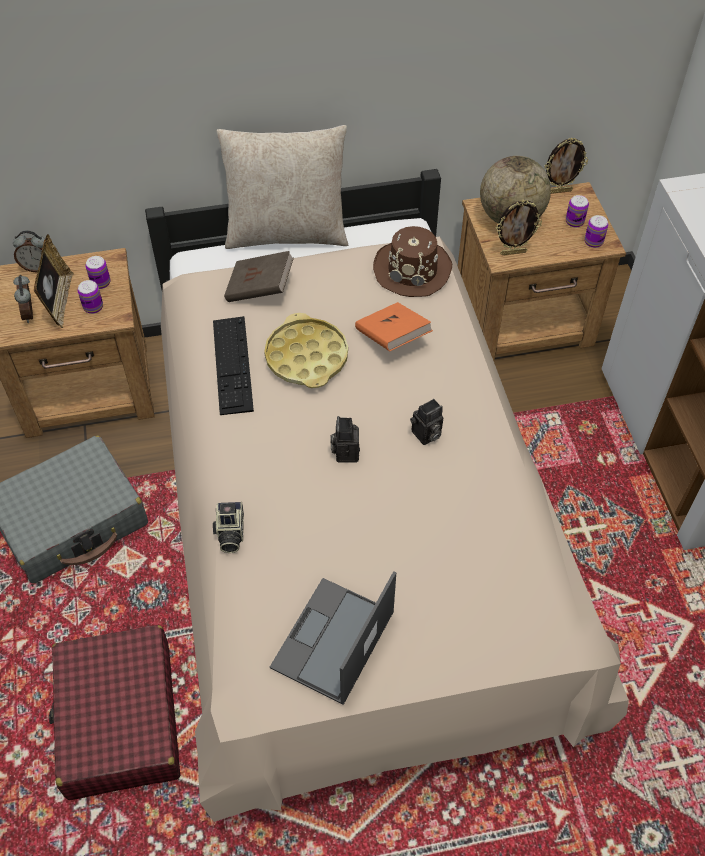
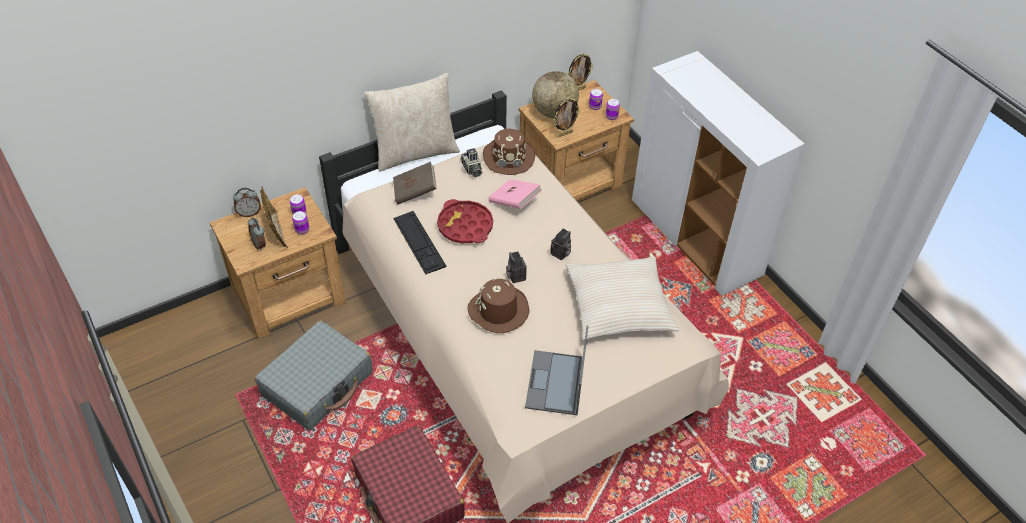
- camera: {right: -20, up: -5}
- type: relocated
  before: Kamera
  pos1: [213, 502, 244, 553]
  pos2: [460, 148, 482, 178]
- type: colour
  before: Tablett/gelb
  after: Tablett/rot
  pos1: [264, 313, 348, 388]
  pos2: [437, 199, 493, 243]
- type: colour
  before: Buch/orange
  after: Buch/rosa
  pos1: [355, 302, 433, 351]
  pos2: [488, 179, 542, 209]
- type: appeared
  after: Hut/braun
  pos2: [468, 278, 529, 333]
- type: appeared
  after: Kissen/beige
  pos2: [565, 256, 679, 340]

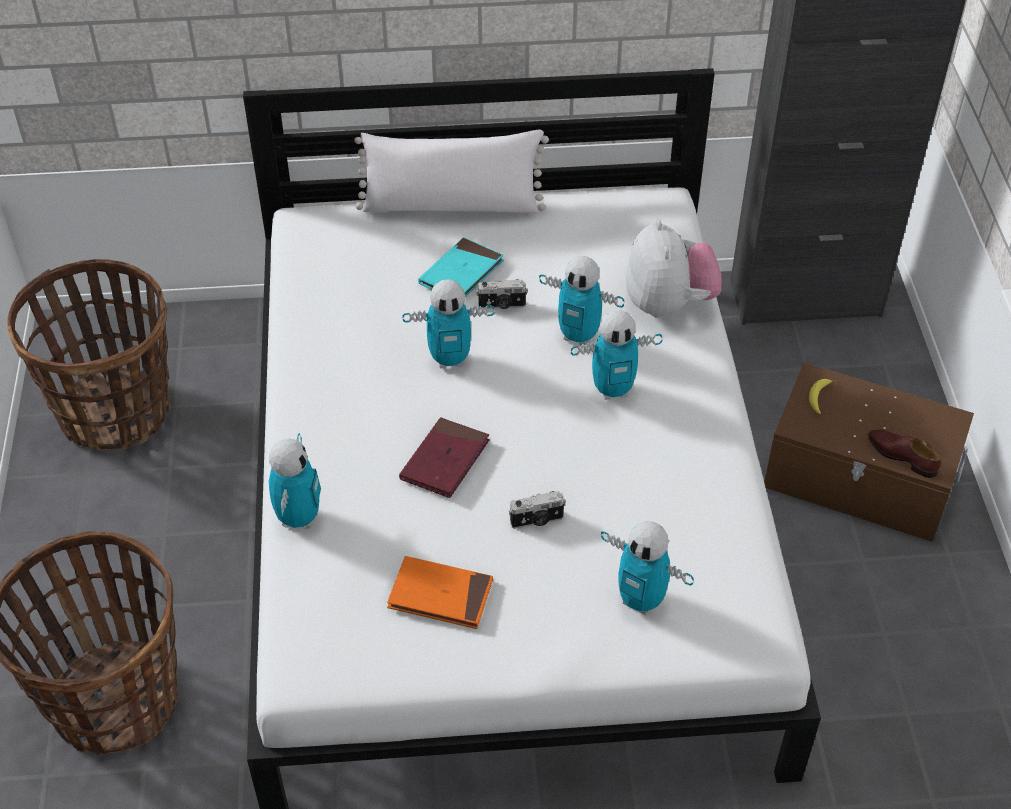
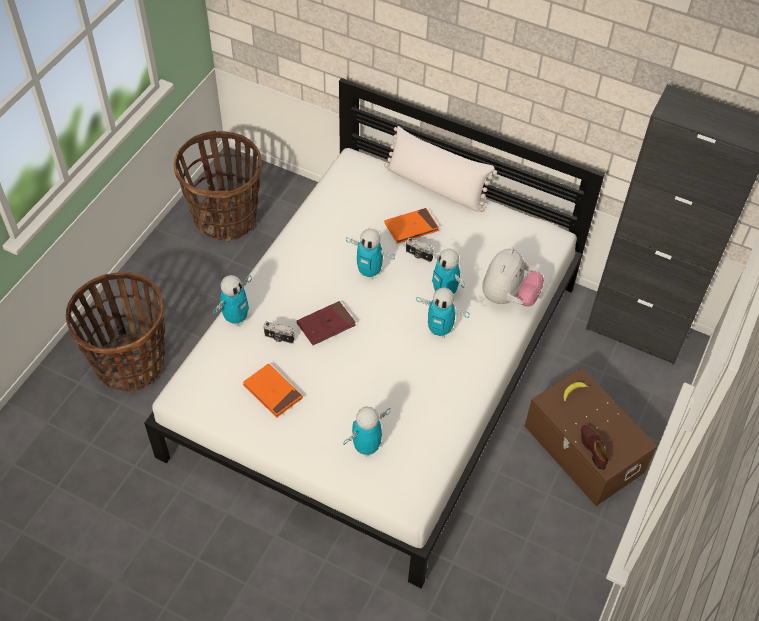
- camera: {right: 30, up: 5}
- type: colour
  before: Buch/türkis
  after: Buch/orange
  pos1: [418, 237, 504, 298]
  pos2: [385, 208, 439, 244]
- type: relocated
  before: Kamera
  pos1: [508, 491, 566, 529]
  pos2: [263, 321, 295, 344]
- type: spun
  before: Spielzeugroboter
  pos1: [601, 521, 694, 615]
  pos2: [343, 406, 391, 457]
  turn: 75

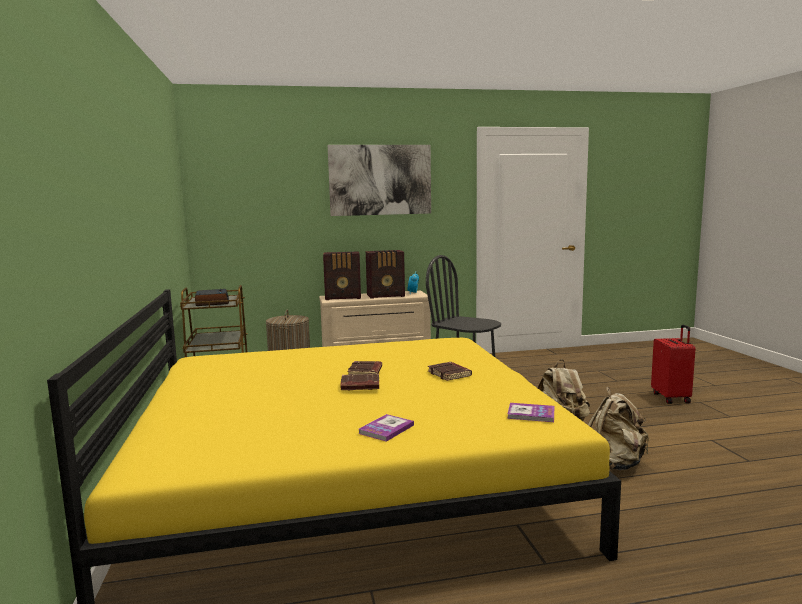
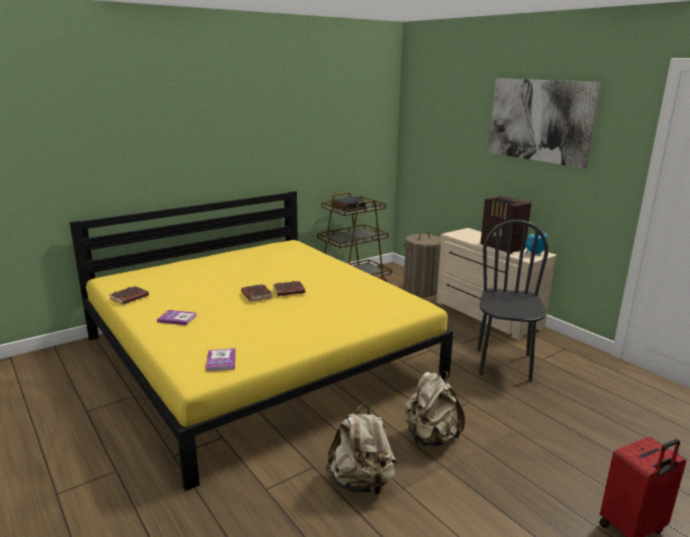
- camera: {right: 65, up: 10}
- type: missing
  before: Radio
  pos1: [323, 251, 361, 300]
- type: relocated
  before: Buch/braun
  pos1: [428, 362, 472, 381]
  pos2: [109, 286, 149, 304]

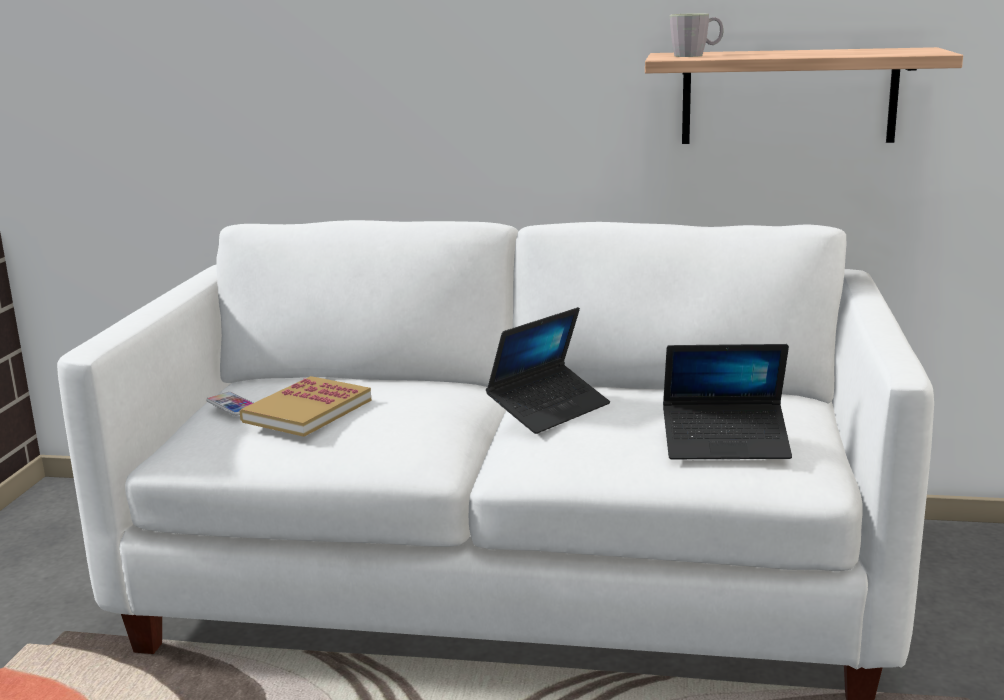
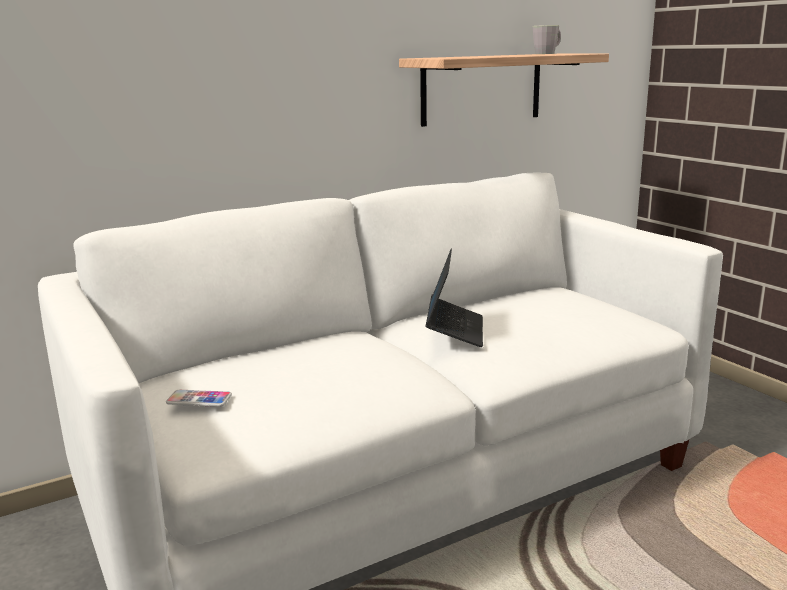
- camera: {right: -40, up: 0}
- type: missing
  before: Buch
  pos1: [239, 376, 372, 437]
- type: missing
  before: Laptop
  pos1: [663, 344, 792, 459]
- type: relocated
  before: Henkelbecher/grau
  pos1: [670, 13, 723, 57]
  pos2: [533, 25, 561, 54]

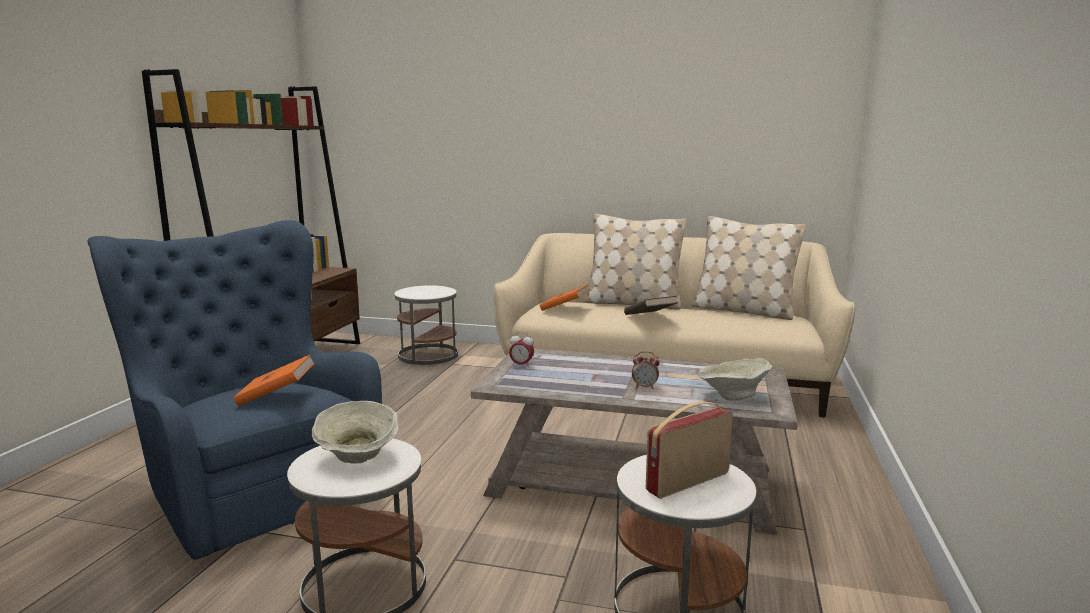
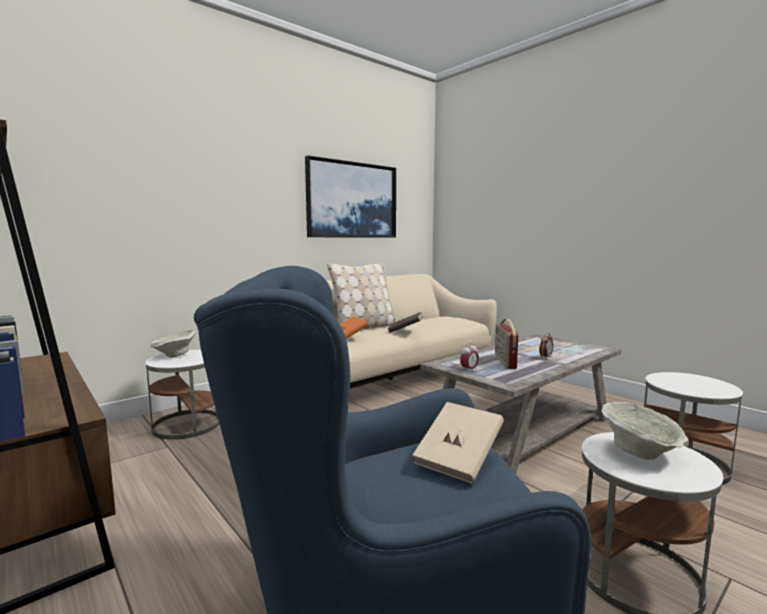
- camera: {right: -55, up: -5}
- type: colour
  before: Buch/orange
  after: Buch/beige
  pos1: [234, 355, 315, 406]
  pos2: [413, 402, 504, 484]
- type: relocated
  before: Radio
  pos1: [646, 402, 733, 499]
  pos2: [495, 319, 518, 369]
- type: missing
  before: Kissen/beige
  pos1: [692, 216, 807, 320]
- type: relocated
  before: Schüssel/beige
  pos1: [698, 358, 772, 401]
  pos2: [150, 330, 196, 357]
- type: appeared
  after: Bild
  pos2: [305, 155, 396, 238]

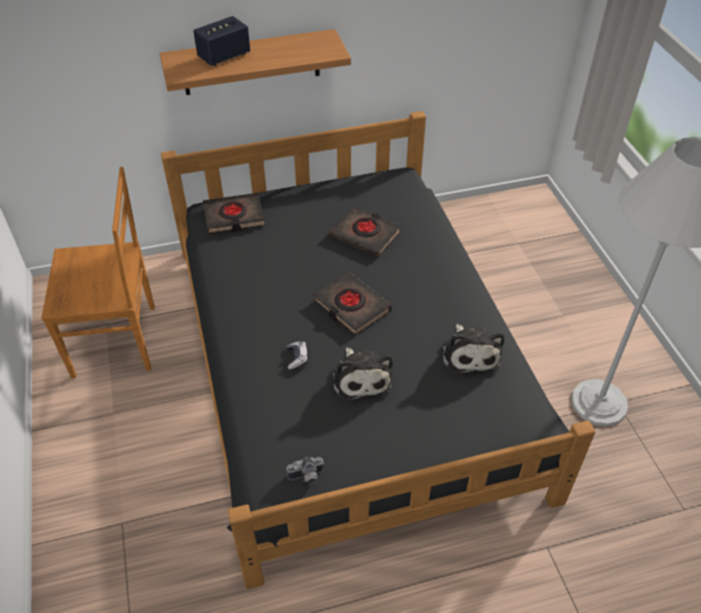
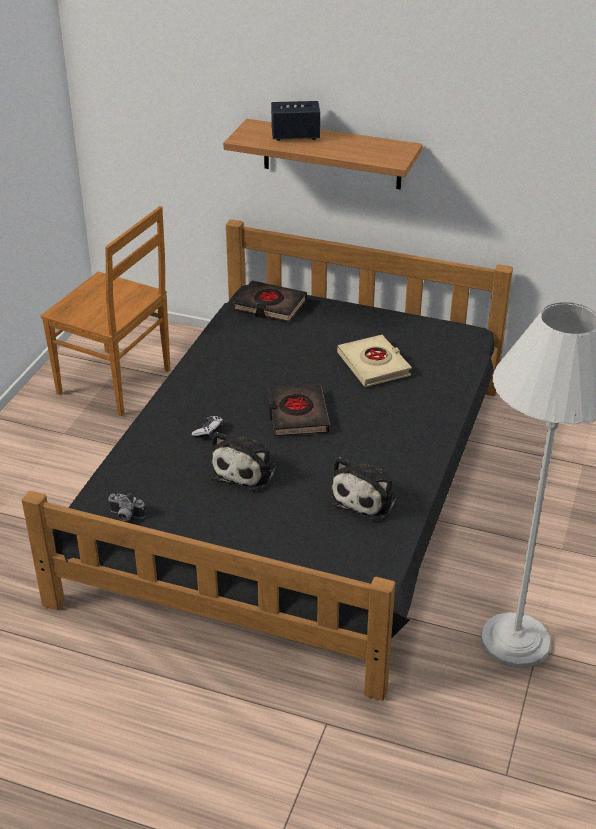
- camera: {right: 35, up: -10}
- type: colour
  before: Buch/schwarz
  after: Buch/beige
  pos1: [329, 206, 401, 258]
  pos2: [337, 335, 412, 387]

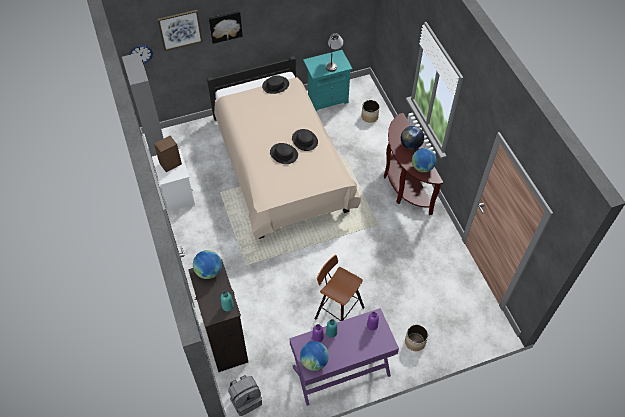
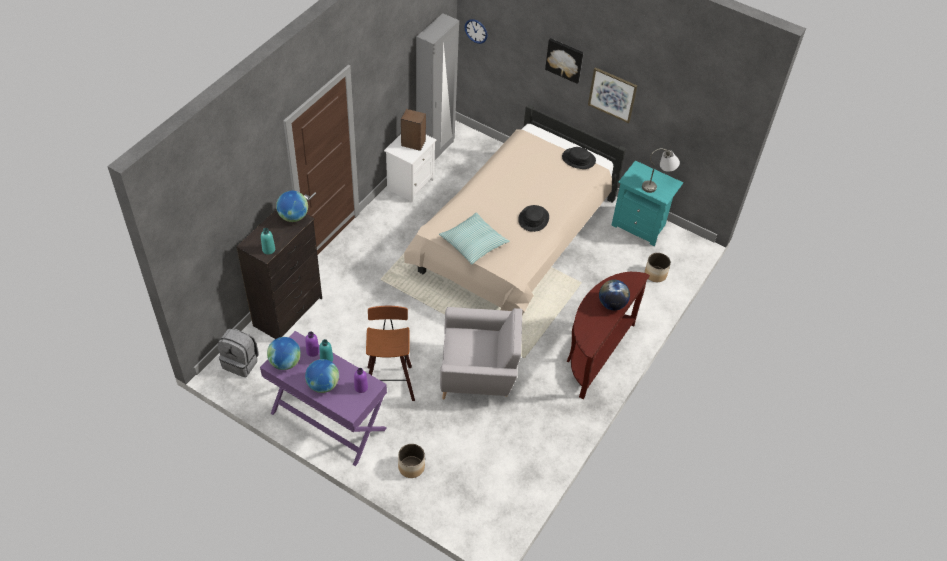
- camera: {right: 50, up: -5}
- type: relocated
  before: Bild
  pos1: [157, 10, 203, 51]
  pos2: [588, 67, 637, 123]
- type: missing
  before: Hut/schwarz
  pos1: [270, 143, 298, 164]
- type: relocated
  before: Globus
  pos1: [412, 148, 436, 173]
  pos2: [305, 359, 339, 393]
- type: appeared
  after: Kissen
  pos2: [439, 213, 510, 265]
- type: appeared
  after: Sessel/grau
  pos2: [440, 307, 522, 399]

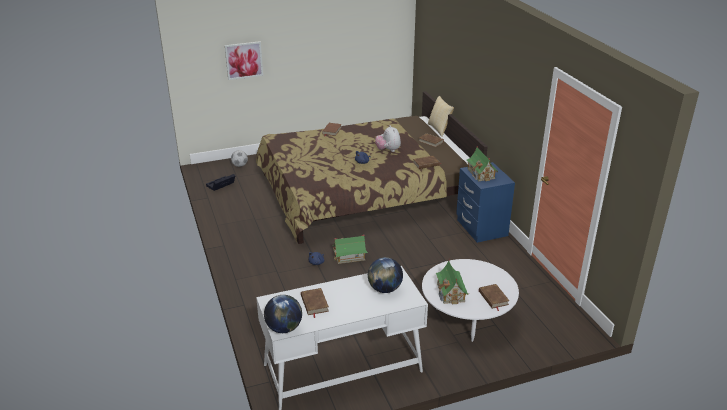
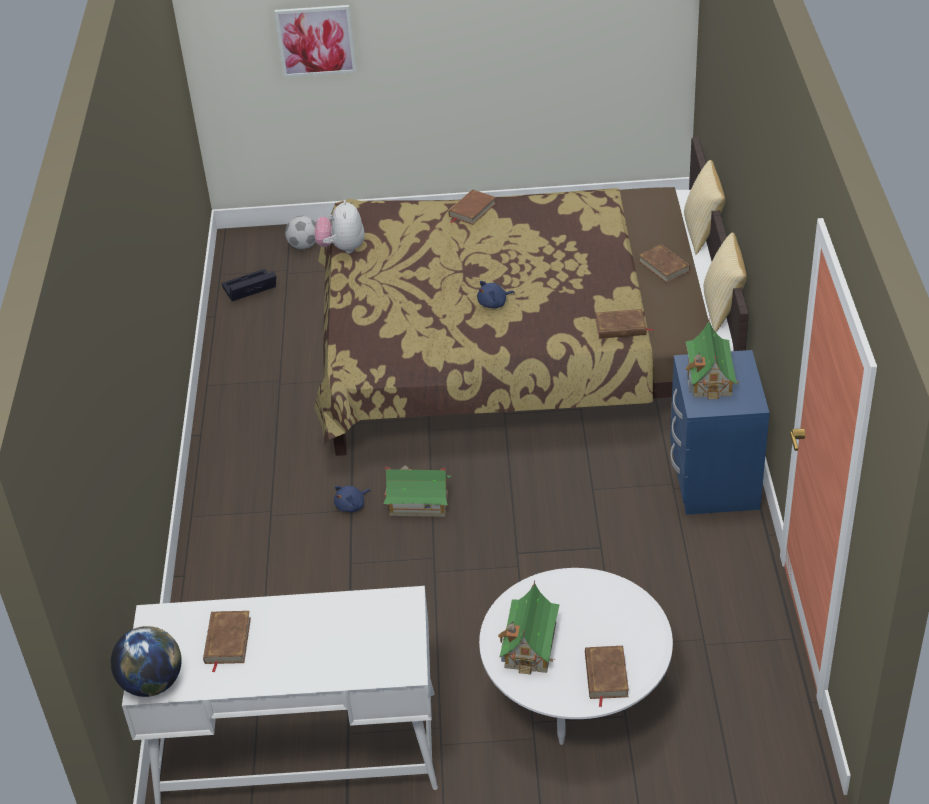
- camera: {right: 20, up: 10}
- type: missing
  before: Globus
  pos1: [368, 257, 403, 293]
- type: relocated
  before: Plüschtier
  pos1: [375, 125, 401, 152]
  pos2: [314, 200, 365, 253]
- type: appeared
  after: Kissen
  pos2: [704, 232, 747, 332]

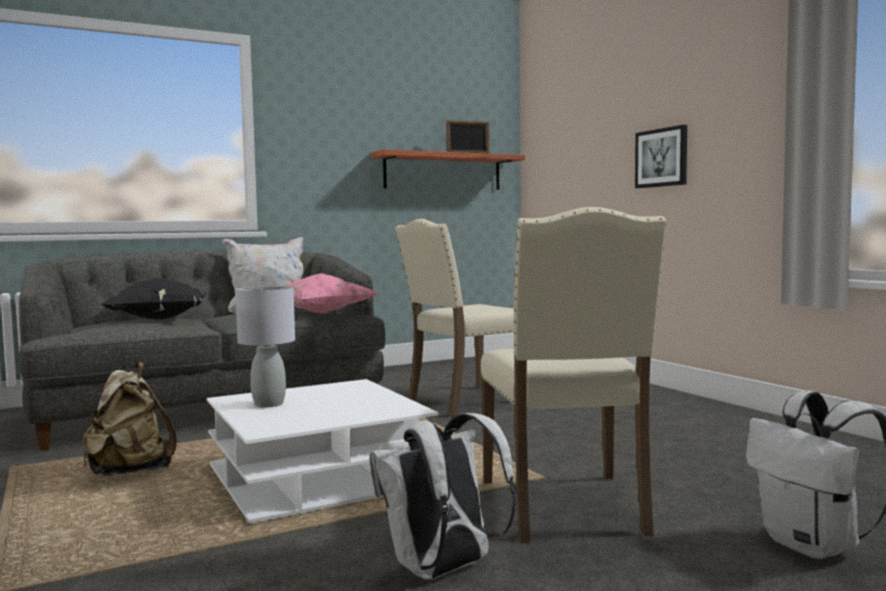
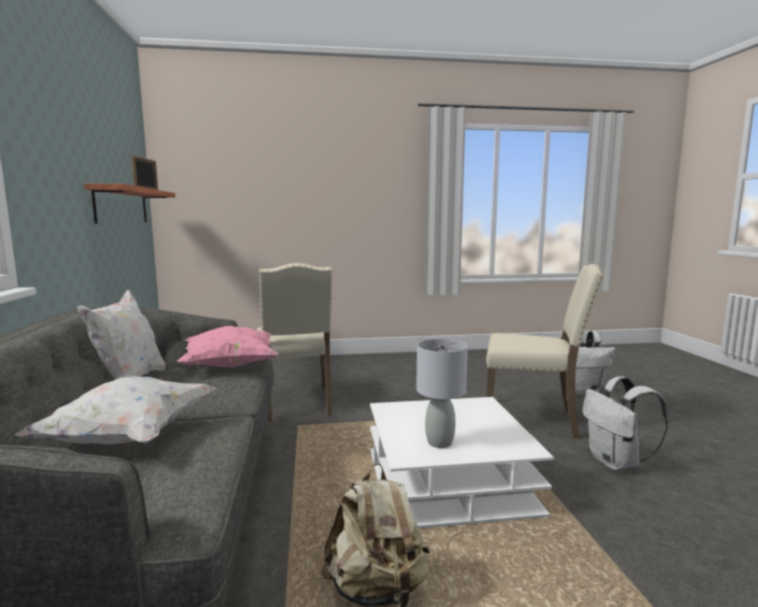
- camera: {right: -70, up: 5}
- type: colour
  before: Kissen/schwarz
  after: Kissen/weiß
  pos1: [101, 278, 207, 320]
  pos2: [15, 376, 216, 445]
- type: missing
  before: Bild
  pos1: [635, 125, 687, 188]

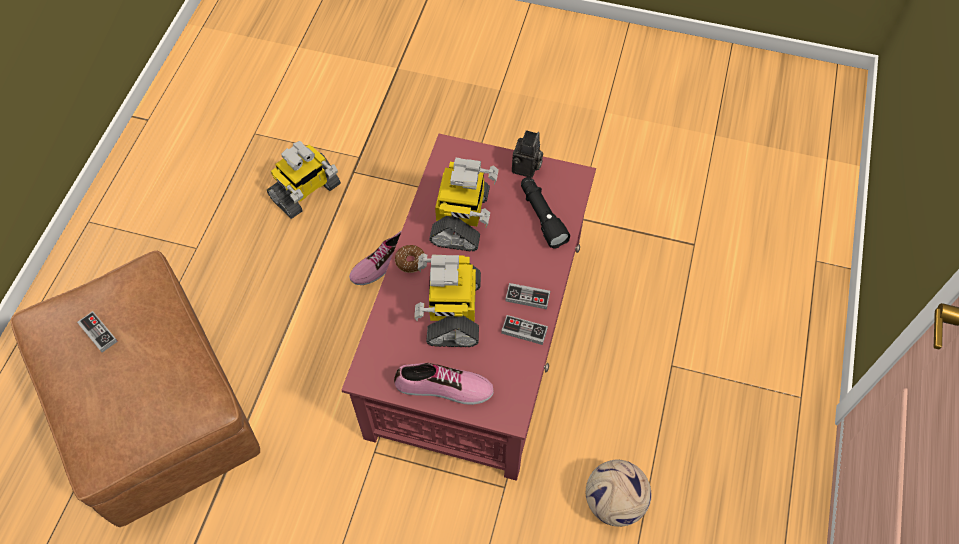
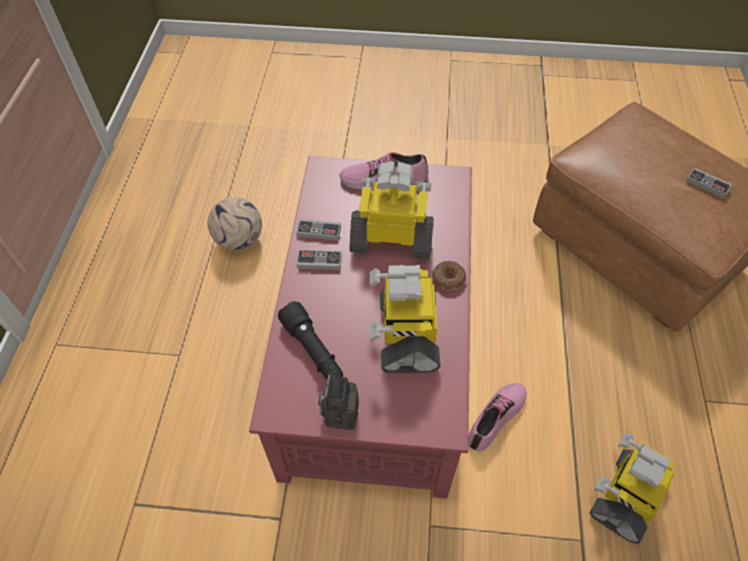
- camera: {right: 170, up: -5}
- type: spun
  before: Spielzeugroboter
  pos1: [414, 253, 481, 347]
  pos2: [349, 161, 434, 259]
  turn: -75

